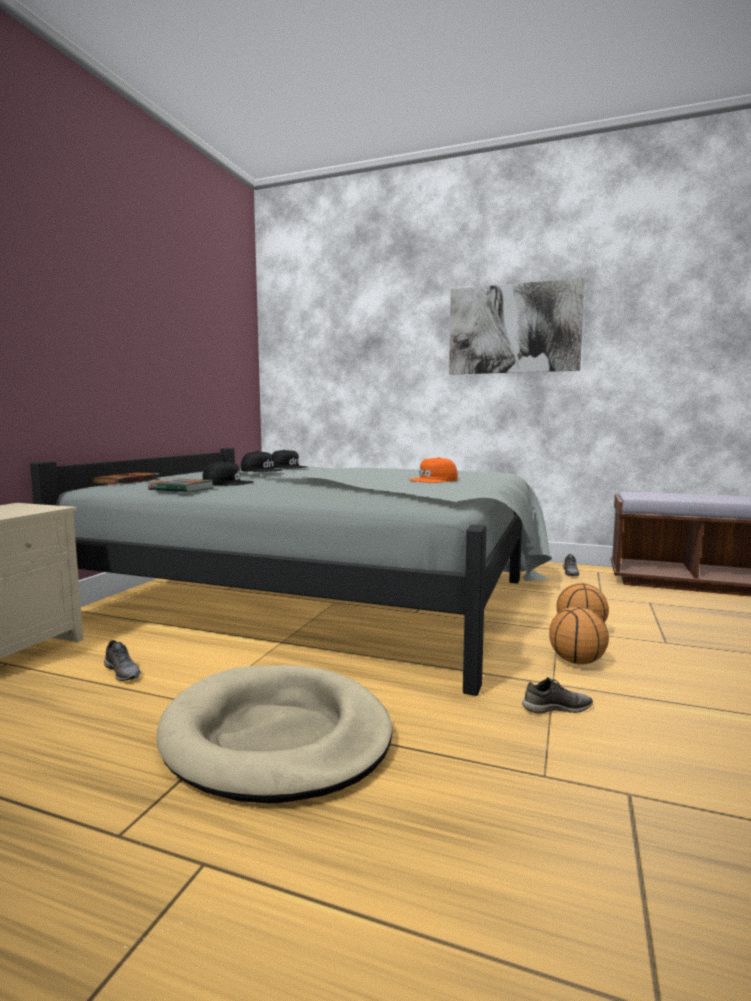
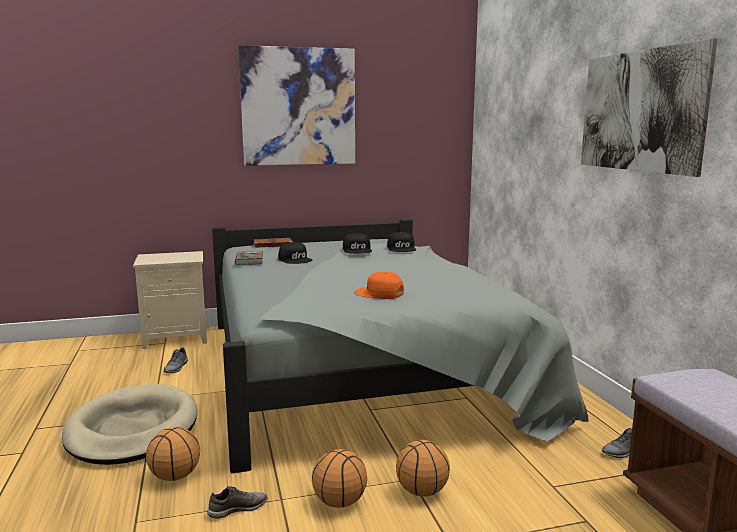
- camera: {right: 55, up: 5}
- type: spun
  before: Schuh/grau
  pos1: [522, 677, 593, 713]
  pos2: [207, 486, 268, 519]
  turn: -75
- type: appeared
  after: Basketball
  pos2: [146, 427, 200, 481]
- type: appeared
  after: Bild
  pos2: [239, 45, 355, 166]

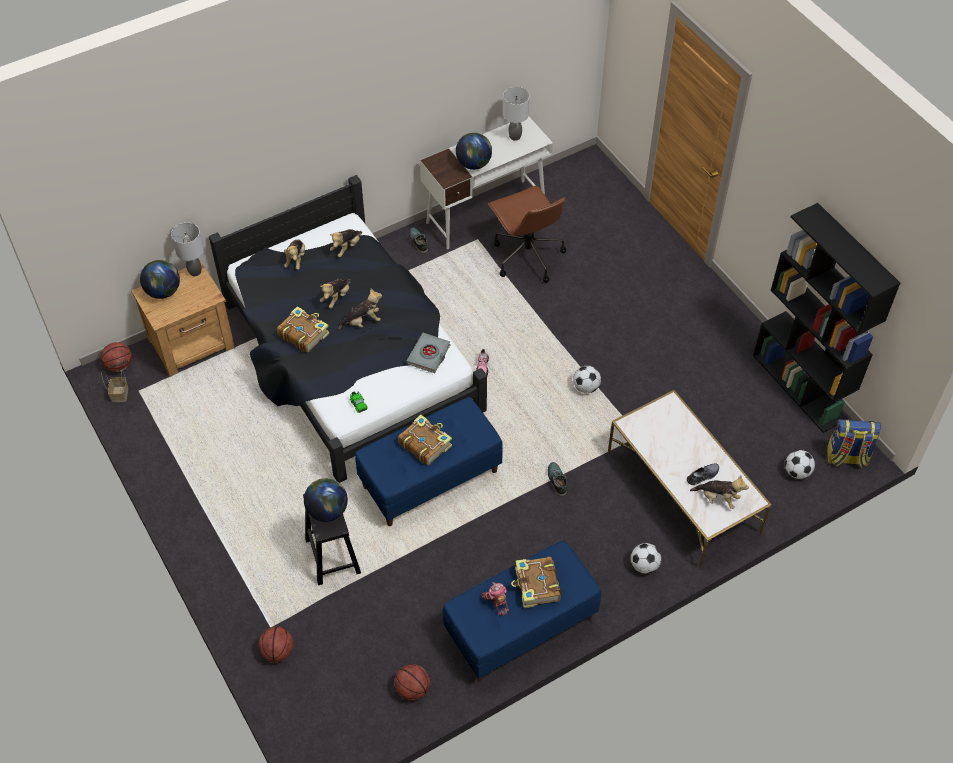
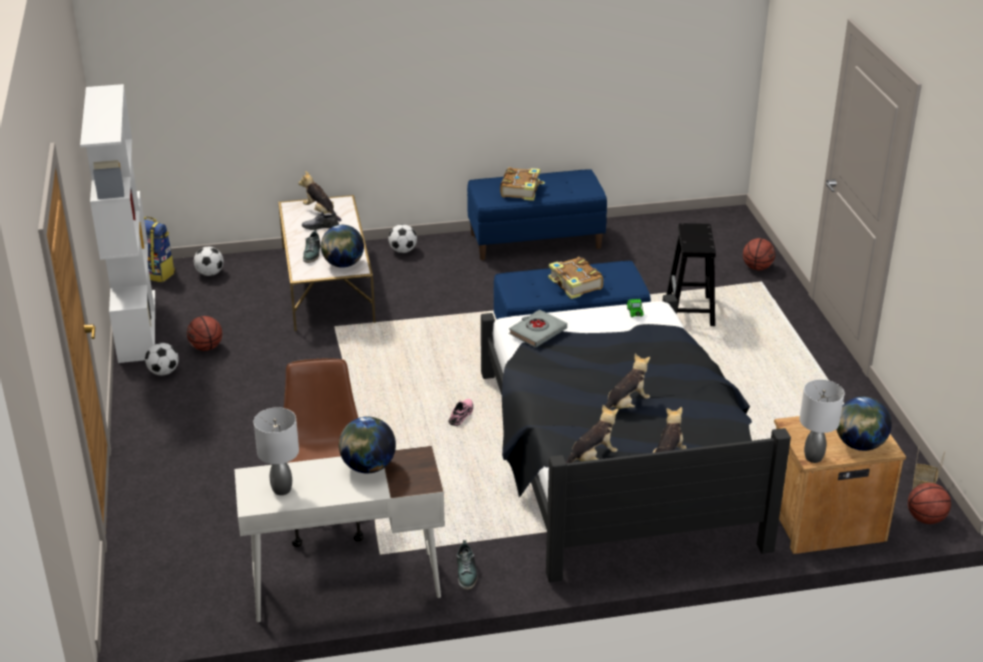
- camera: {right: -160, up: -20}
- type: missing
  before: Buch
  pos1: [277, 306, 330, 353]
- type: relocated
  before: Globus
  pos1: [304, 478, 348, 522]
  pos2: [321, 225, 364, 268]
- type: missing
  before: Plüschtier
  pos1: [338, 288, 382, 331]
- type: relocated
  before: Basketball
  pos1: [395, 664, 430, 701]
  pos2: [187, 316, 222, 351]
- type: missing
  before: Spielzeugroboter
  pos1: [481, 582, 509, 616]
- type: relocated
  before: Schuh
  pos1: [548, 462, 567, 496]
  pos2: [303, 230, 320, 263]
- type: relocated
  before: Fußball
  pos1: [573, 366, 601, 393]
  pos2: [145, 343, 179, 375]
- type: colour
  before: Bücherregal/schwarz
  after: Bücherregal/weiß
  pos1: [753, 203, 900, 433]
  pos2: [80, 84, 155, 363]

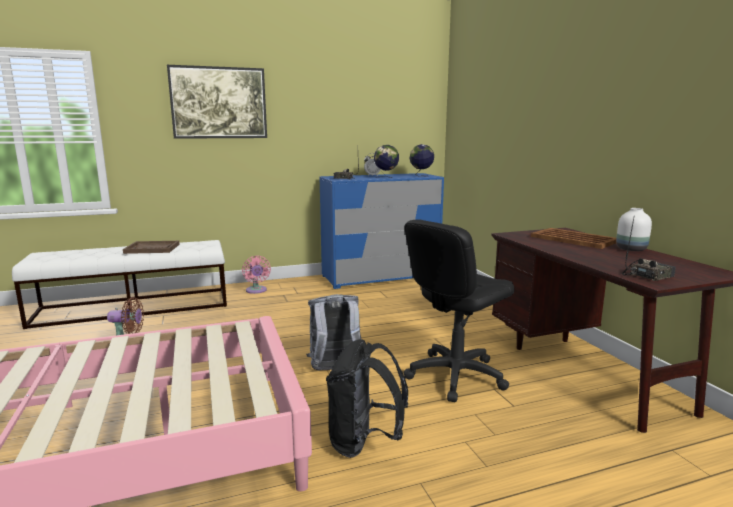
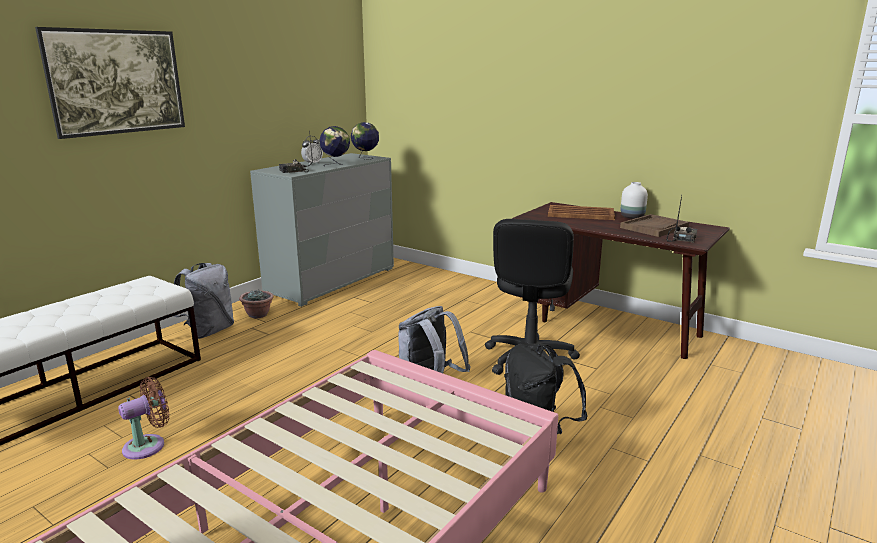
- camera: {right: -35, up: 5}
- type: relocated
  before: Tablett/braun
  pos1: [123, 241, 180, 254]
  pos2: [620, 214, 689, 237]
- type: exchanged
  before: Ventilator/rosa
  after: Rucksack/grau
  pos1: [242, 255, 271, 294]
  pos2: [174, 263, 234, 339]
- type: colour
  before: Kommode/blau
  after: Kommode/grau
  pos1: [320, 173, 444, 289]
  pos2: [250, 153, 394, 307]
- type: appeared
  after: Topfpflanze
  pos2: [239, 289, 274, 319]

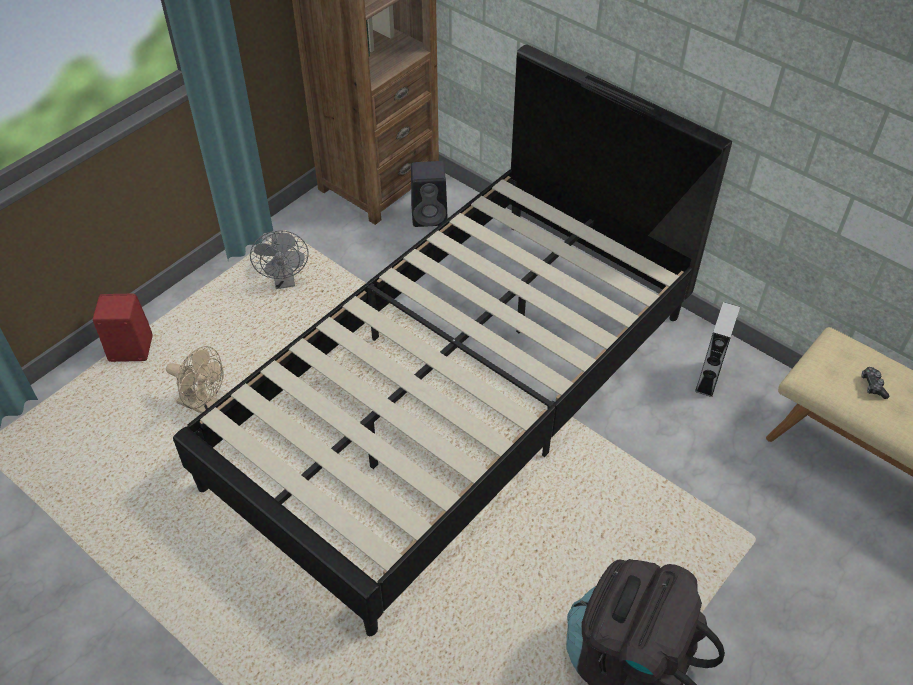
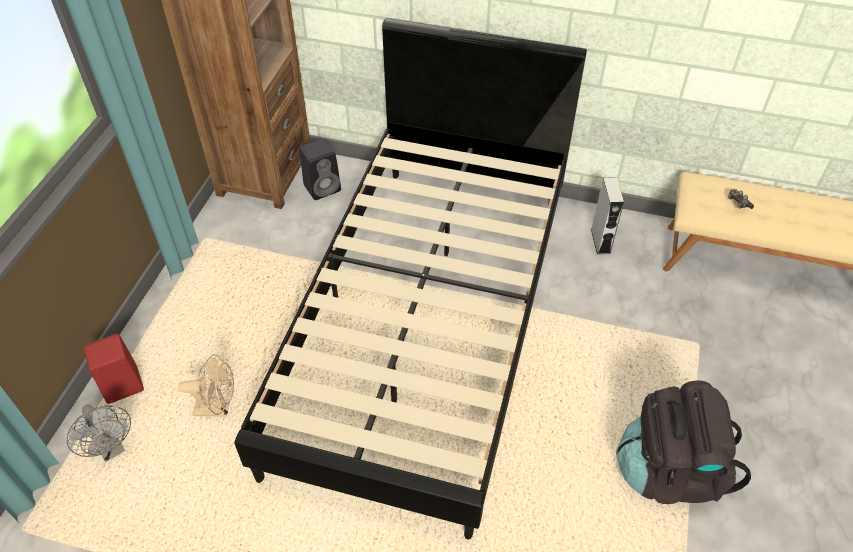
- camera: {right: -25, up: 0}
- type: relocated
  before: Ventilator/grau
  pos1: [250, 230, 309, 289]
  pos2: [67, 404, 131, 462]

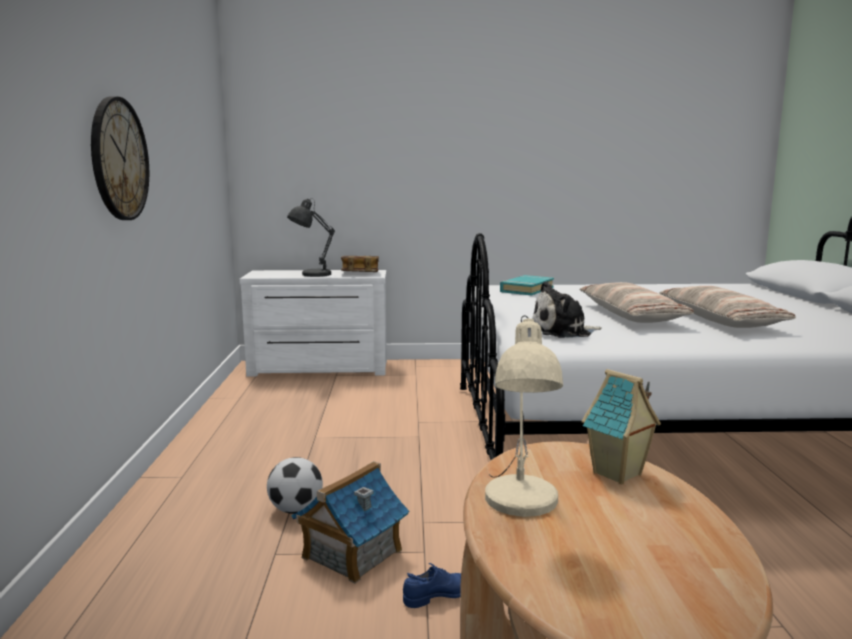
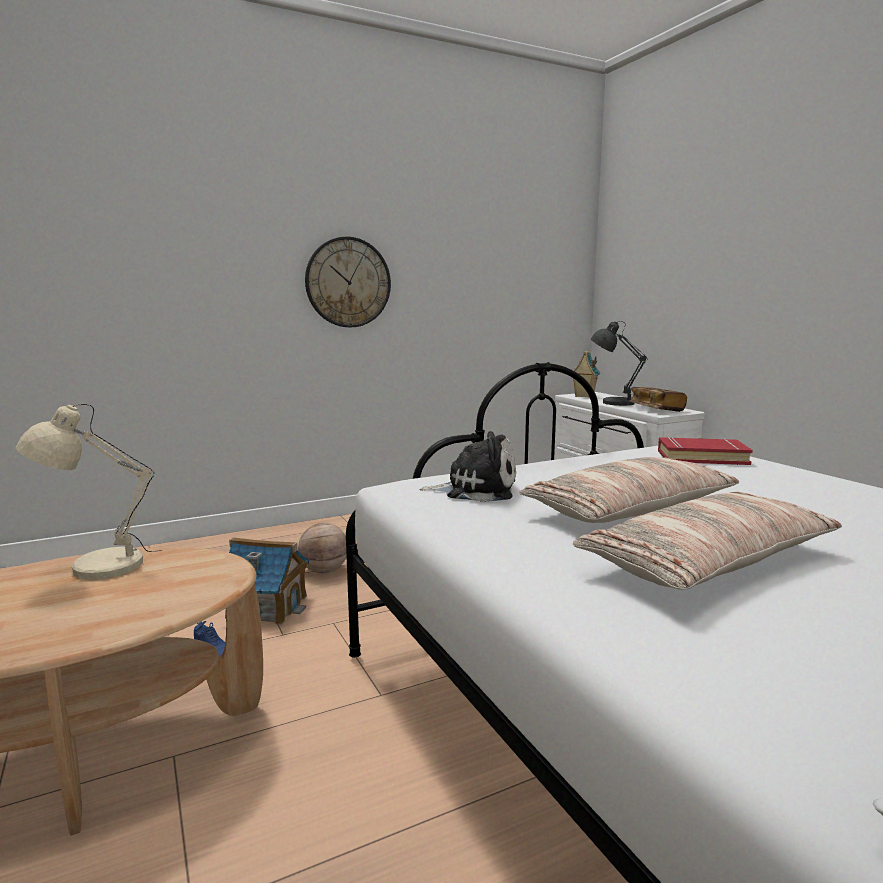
- camera: {right: 65, up: 0}
- type: exchanged
  before: Fußball
  after: Basketball
  pos1: [267, 457, 323, 514]
  pos2: [298, 523, 346, 573]
- type: colour
  before: Buch/türkis
  after: Buch/rot
  pos1: [500, 275, 554, 296]
  pos2: [658, 437, 753, 465]
- type: spun
  before: Plüschtier
  pos1: [532, 281, 602, 338]
  pos2: [420, 431, 516, 502]
  turn: 135
- type: relocated
  before: Spielzeughaus
  pos1: [582, 369, 661, 484]
  pos2: [573, 351, 601, 398]

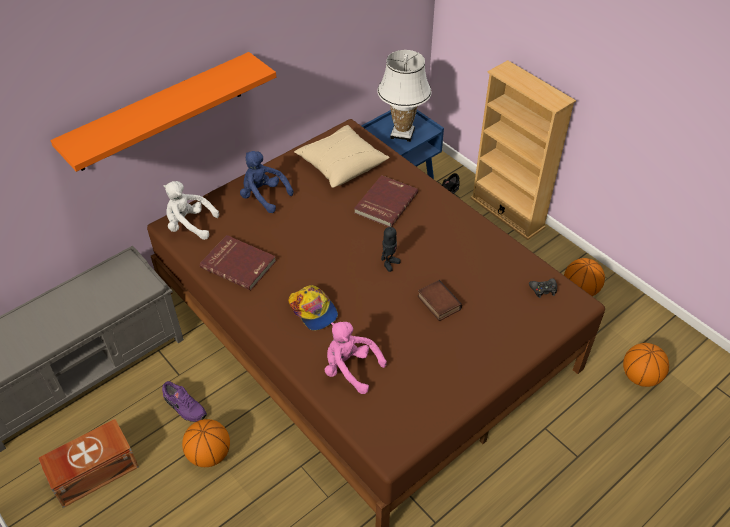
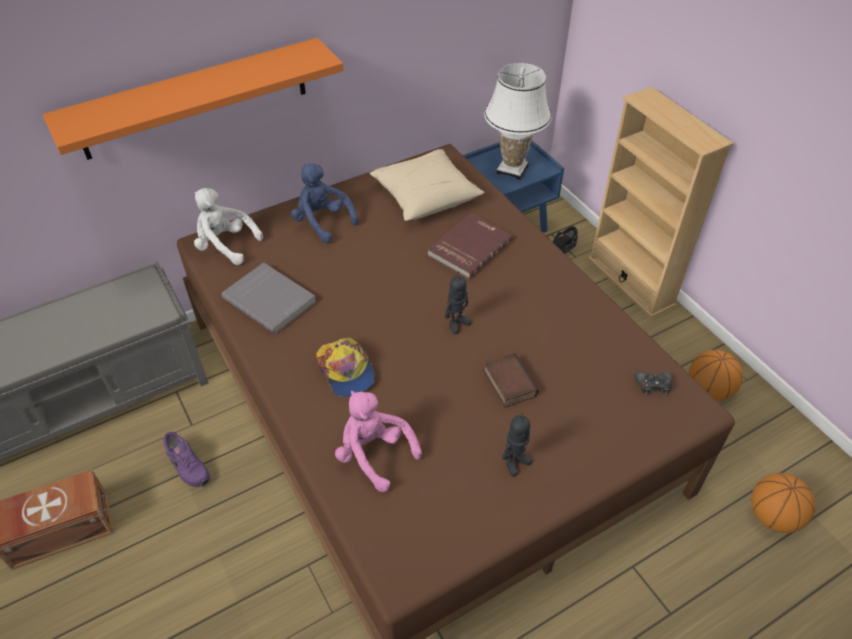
- camera: {right: 10, up: 0}
- type: missing
  before: Basketball
  pos1: [182, 419, 230, 467]
- type: colour
  before: Buch/rot
  after: Buch/grau
  pos1: [200, 235, 276, 291]
  pos2: [222, 262, 316, 334]
- type: appeared
  after: Spielzeugroboter
  pos2: [502, 413, 532, 477]

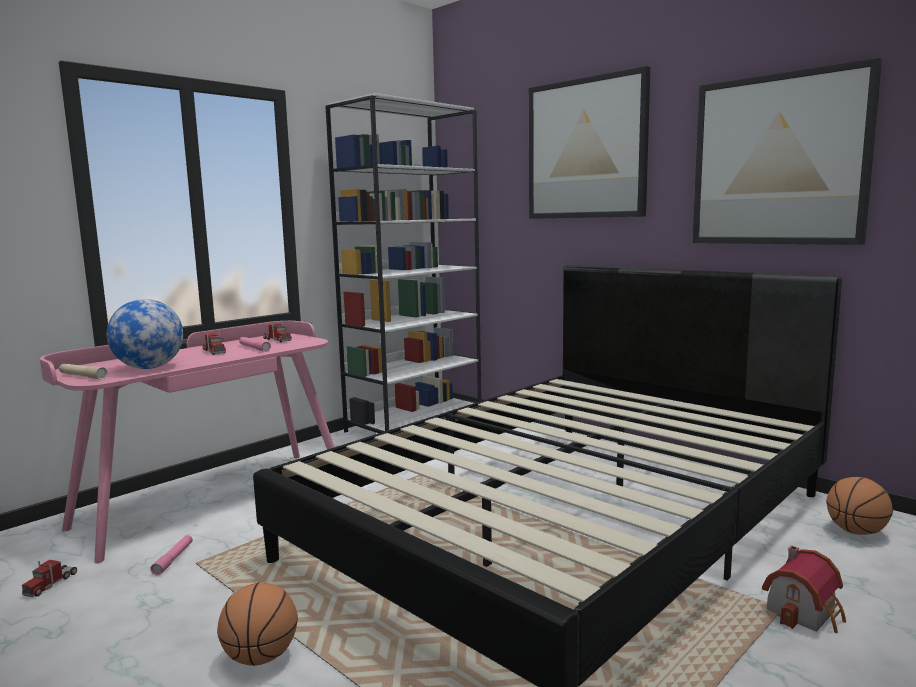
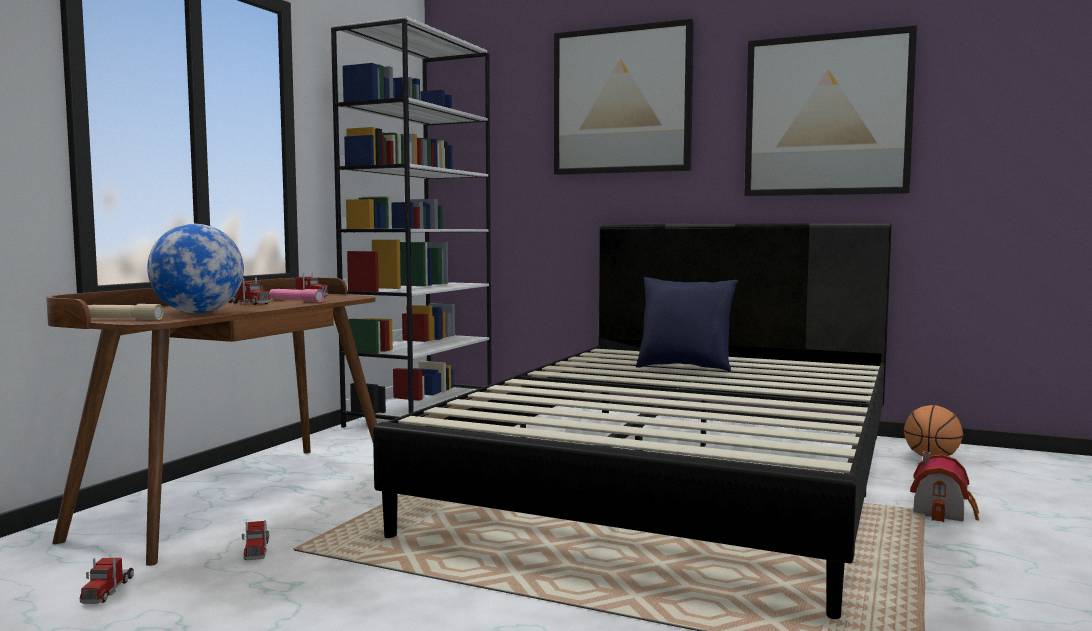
- camera: {right: -20, up: -5}
- type: colour
  before: Schreibtisch/rosa
  after: Schreibtisch/braun
  pos1: [40, 321, 335, 564]
  pos2: [46, 278, 377, 566]
- type: exchanged
  before: Taschenlampe/rosa
  after: Spielzeuglaster
  pos1: [151, 535, 193, 576]
  pos2: [242, 520, 270, 560]
- type: missing
  before: Basketball
  pos1: [217, 582, 298, 666]
- type: appeared
  after: Kissen/blau
  pos2: [636, 277, 738, 372]

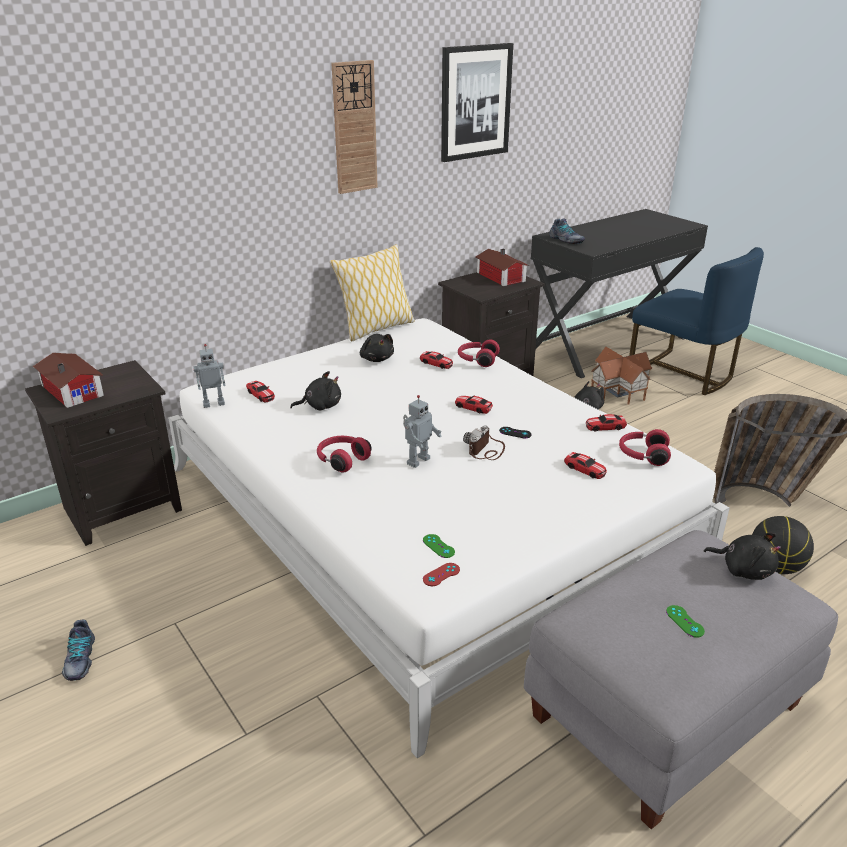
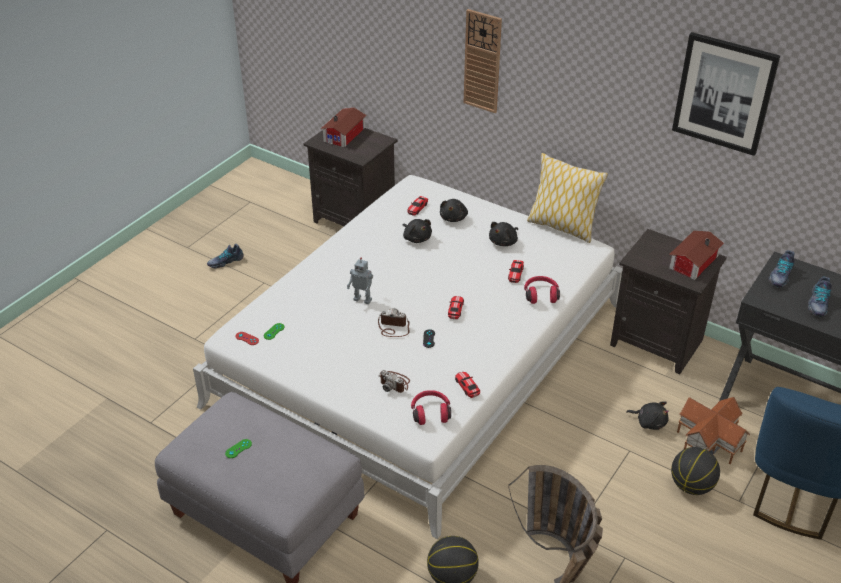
- camera: {right: 70, up: 10}
- type: missing
  before: Spielzeugroboter
  pos1: [193, 344, 225, 408]
- type: missing
  before: Kopfhörer/rot
  pos1: [317, 436, 372, 473]
- type: relocated
  before: Wanduhr
  pos1: [331, 60, 377, 194]
  pos2: [464, 9, 502, 113]
- type: exchanged
  before: Spielzeugauto
  after: Kamera
  pos1: [564, 452, 607, 479]
  pos2: [379, 370, 410, 393]
- type: relocated
  before: Plüschtier/schwarz
  pos1: [704, 533, 781, 580]
  pos2: [440, 199, 468, 222]
- type: appeared
  after: Basketball
  pos2: [671, 447, 720, 495]
- type: appeared
  after: Schuh
  pos2: [808, 277, 832, 317]

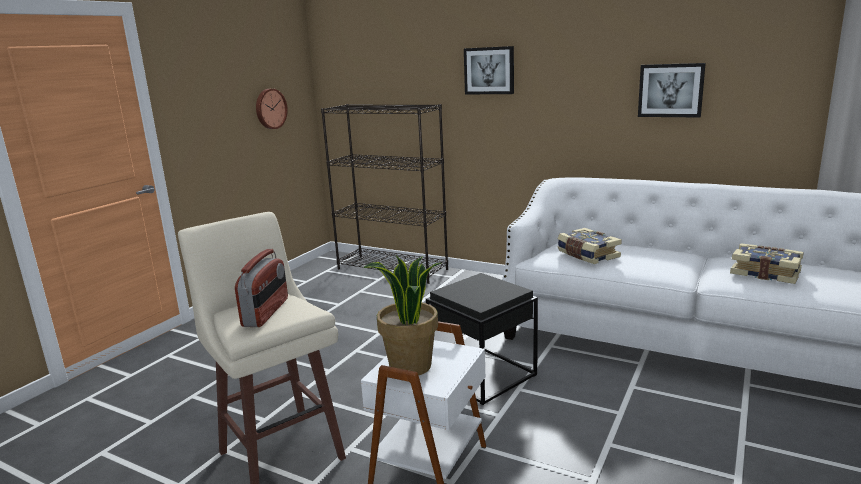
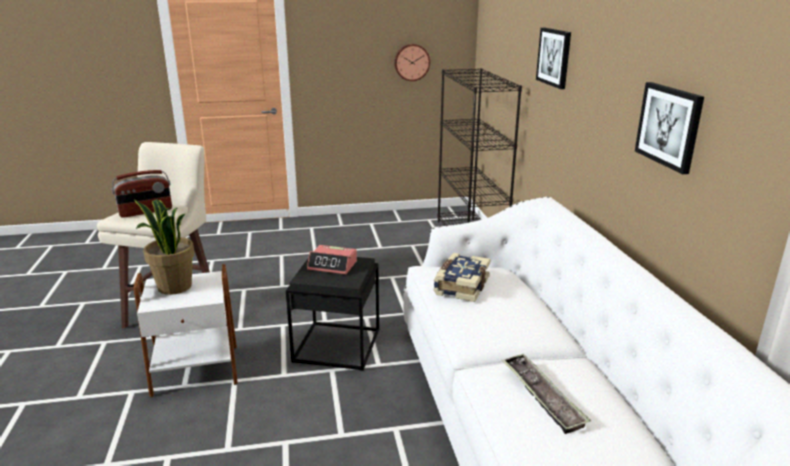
- camera: {right: 50, up: 5}
- type: exchanged
  before: Buch
  after: Tablett
  pos1: [730, 243, 804, 284]
  pos2: [501, 354, 591, 434]
- type: appeared
  after: Wecker
  pos2: [307, 245, 357, 274]

